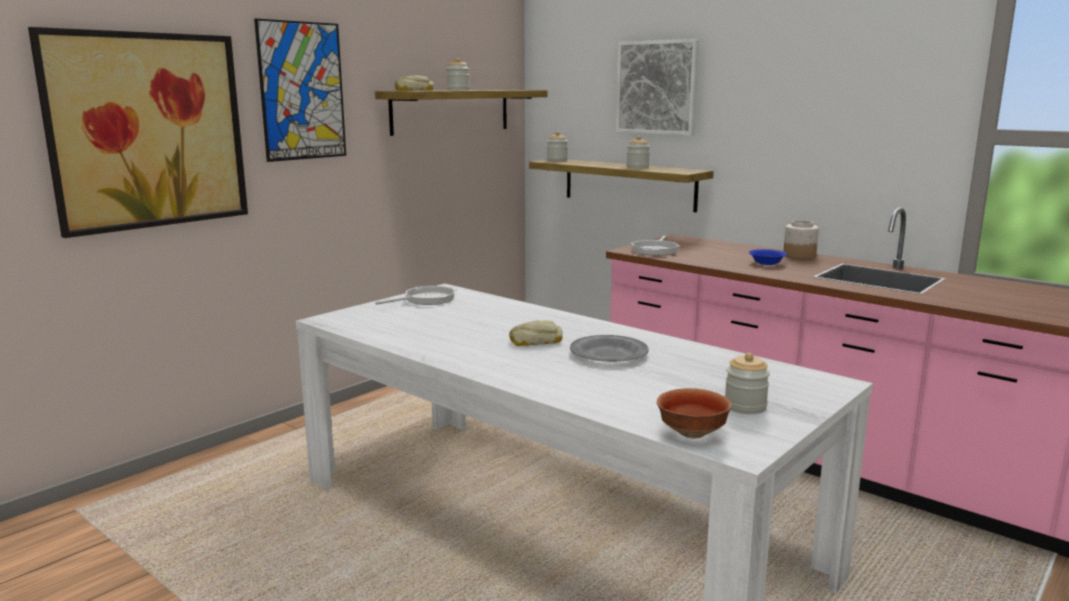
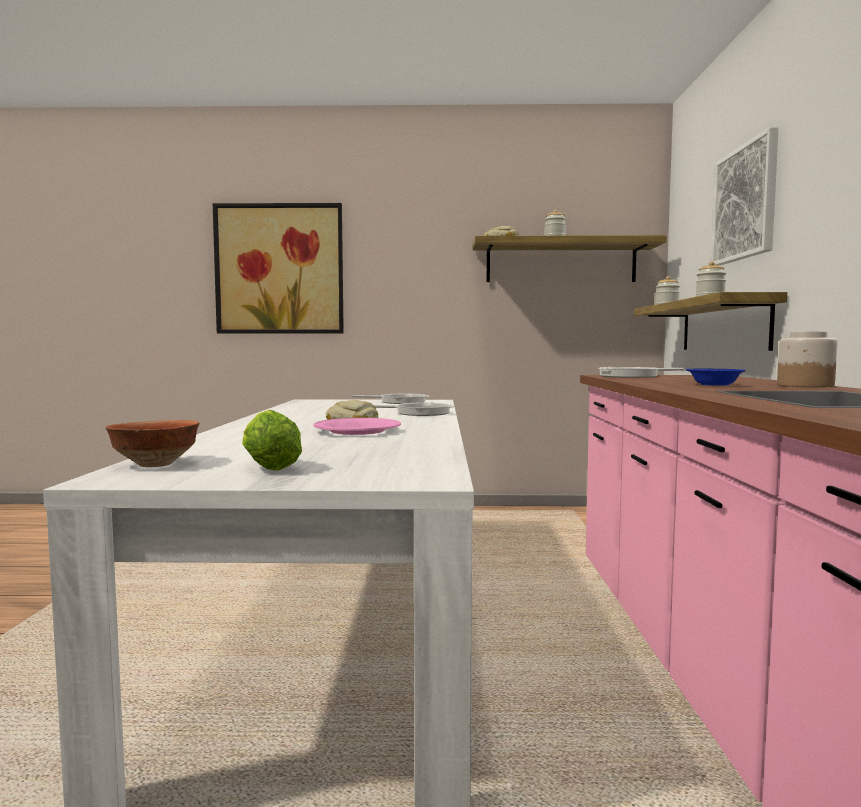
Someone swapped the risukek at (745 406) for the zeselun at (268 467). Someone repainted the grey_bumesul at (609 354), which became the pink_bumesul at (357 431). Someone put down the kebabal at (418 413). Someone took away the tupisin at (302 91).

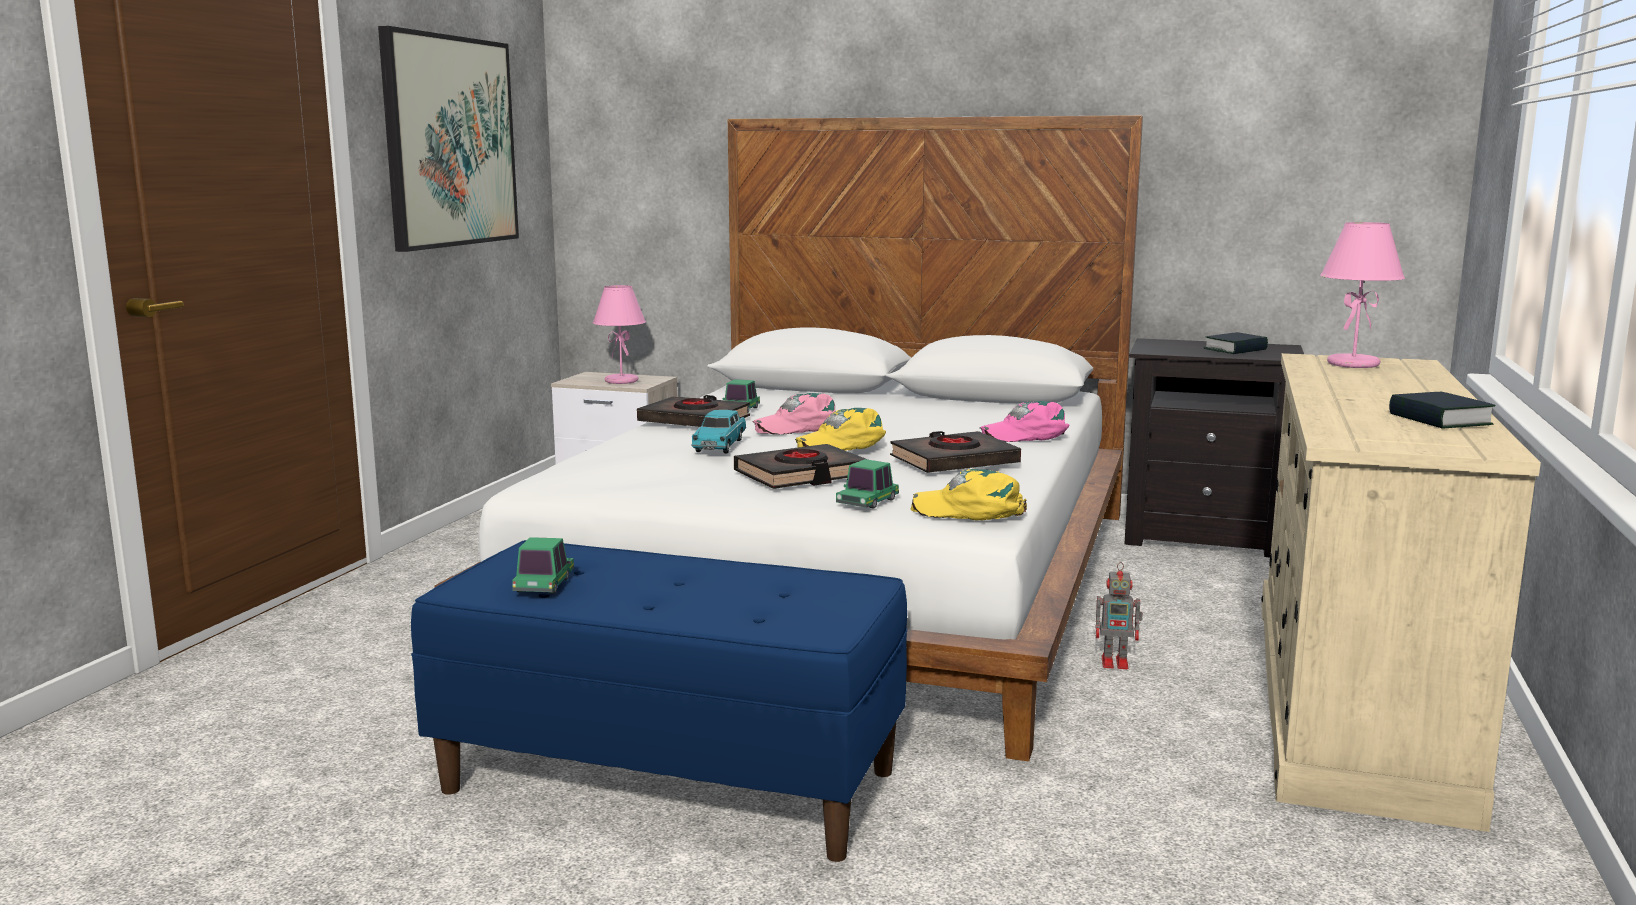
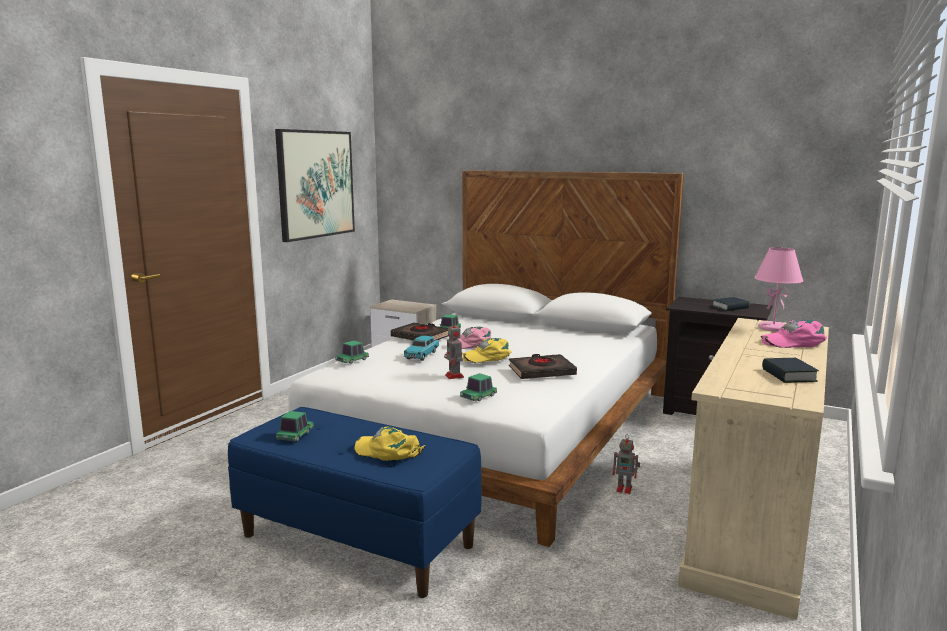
Someone put down the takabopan at (352 360). Someone carried the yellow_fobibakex from (970 510) to (388 451). Someone swapped the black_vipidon at (801 475) for the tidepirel at (454 376). Someone carried the pink_fobibakex from (1025 435) to (793 342). Someone took away the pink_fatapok at (621 381).

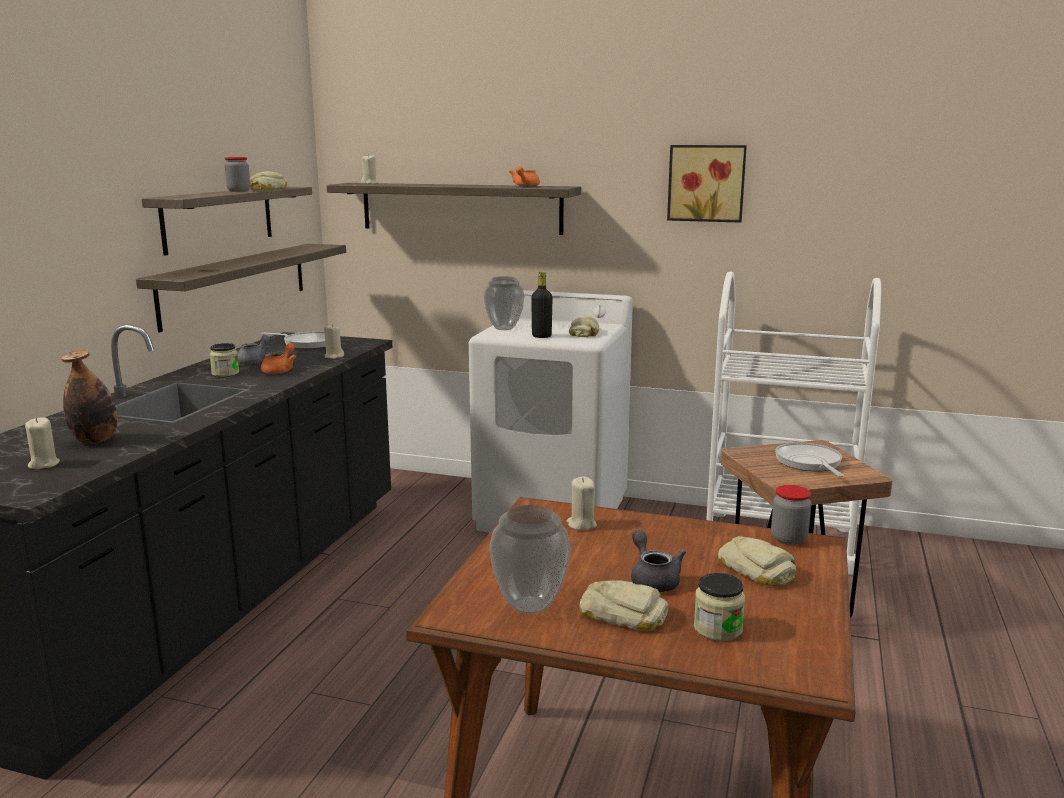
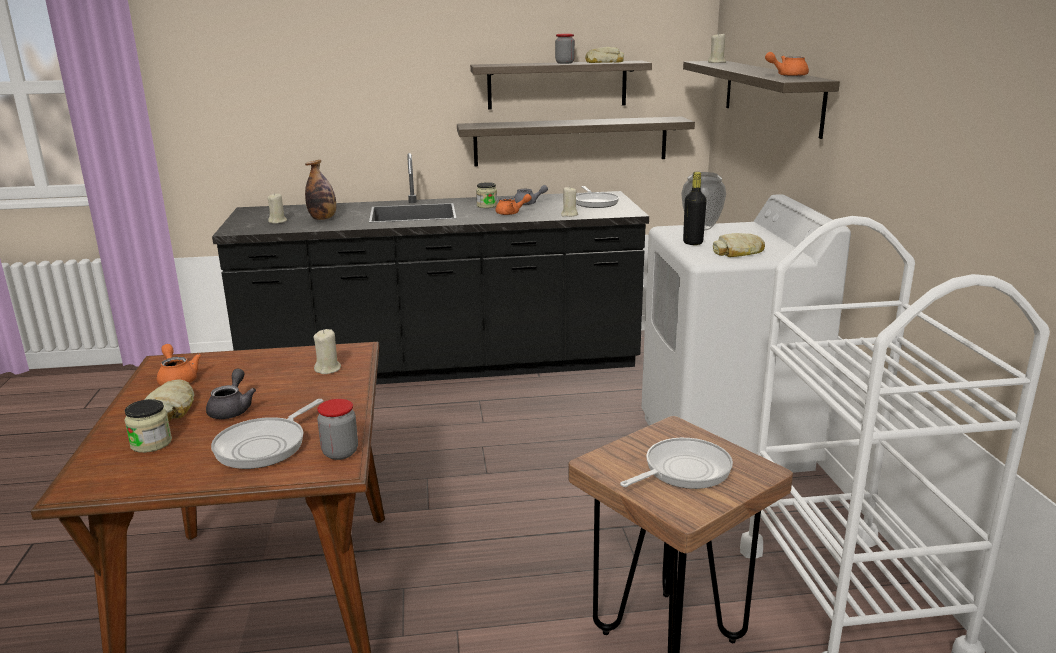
Someone swapped the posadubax at (529 607) for the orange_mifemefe at (177 379). Someone rotated the grey_mifemefe at (653 579) by 45 degrees counterclockwise. Someone swapped the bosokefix at (757 569) for the kebabal at (265 446). Someone took away the tupisin at (706 183).

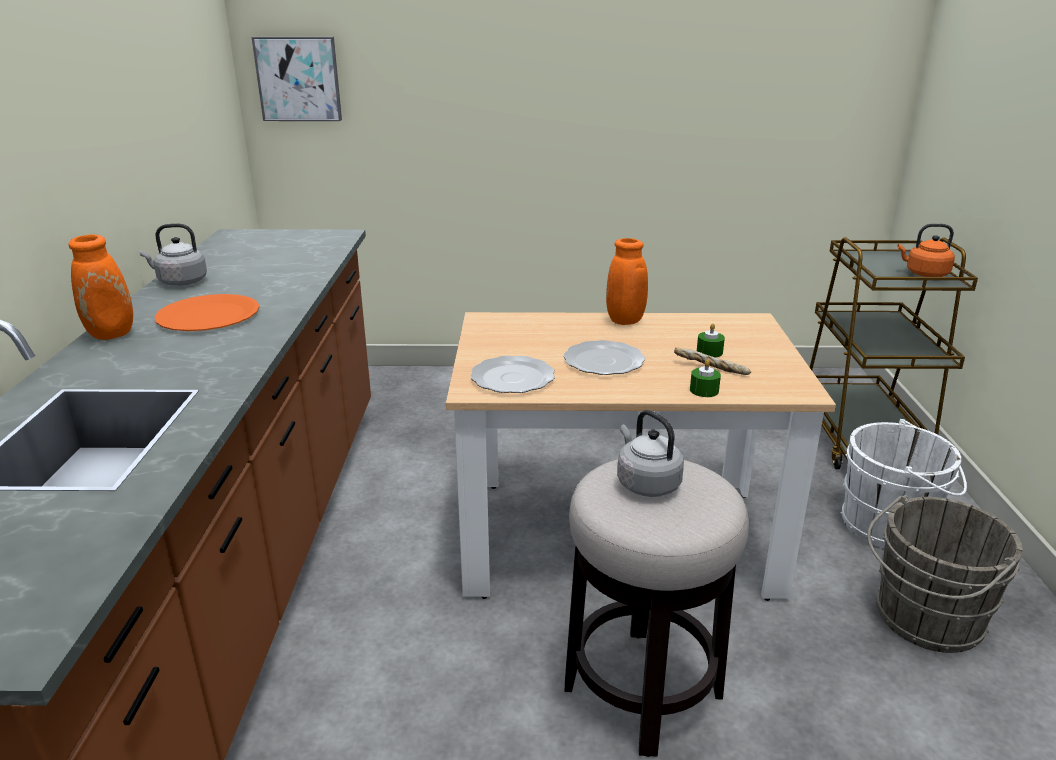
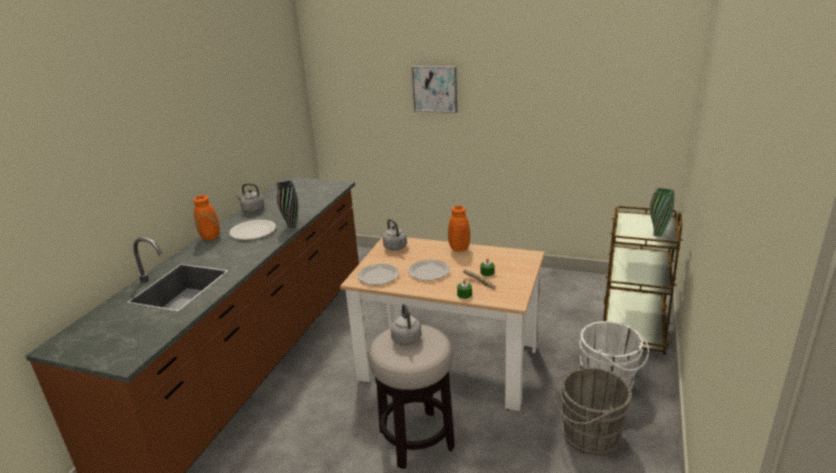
Someone repainted the orange_bumesul at (208 316), which became the white_bumesul at (253 231). Someone put down the black_posadubax at (291 225). Someone put down the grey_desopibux at (396 247). Someone carried the tupisin from (299 79) to (435 88). Someone swapped the orange_desopibux at (924 274) for the green_posadubax at (657 234).

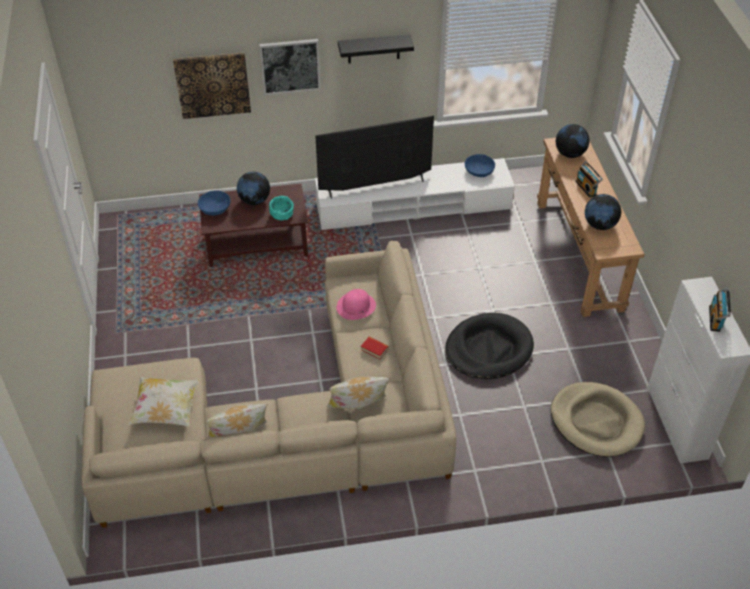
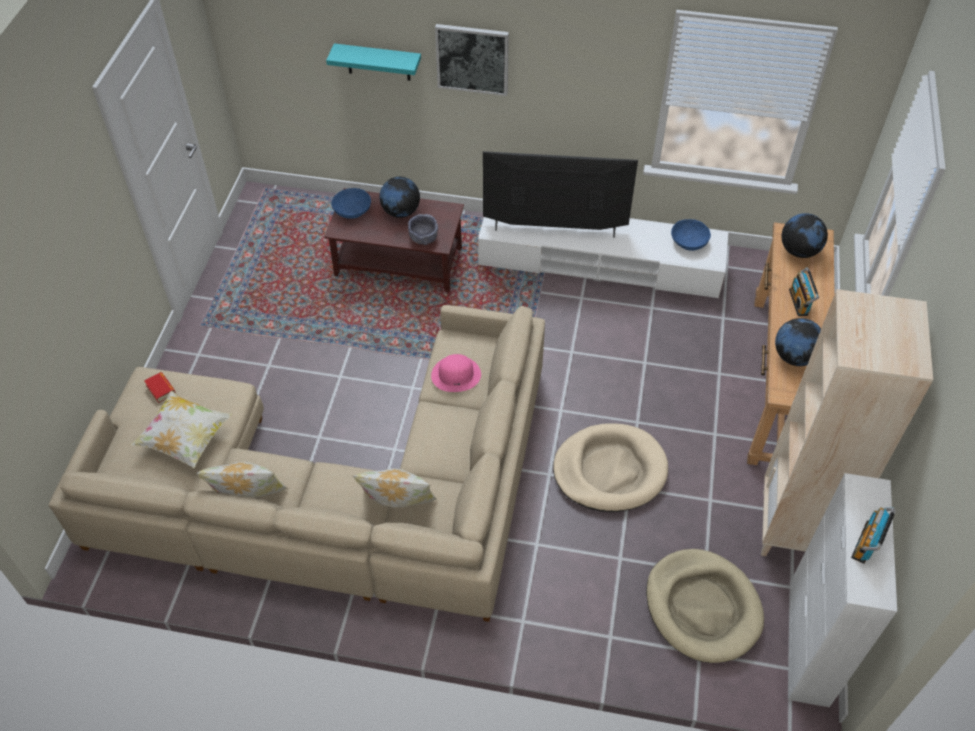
Someone carried the vipidon from (374 349) to (161 389). Someone swapped the tupisin at (213 85) for the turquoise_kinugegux at (378 62). Someone repainted the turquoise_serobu at (282 214), which became the grey_serobu at (423 237). Someone repainted the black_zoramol at (488 349), which became the beige_zoramol at (609 470). Someone put down the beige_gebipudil at (794 528). Someone took away the black_kinugegux at (373 49).

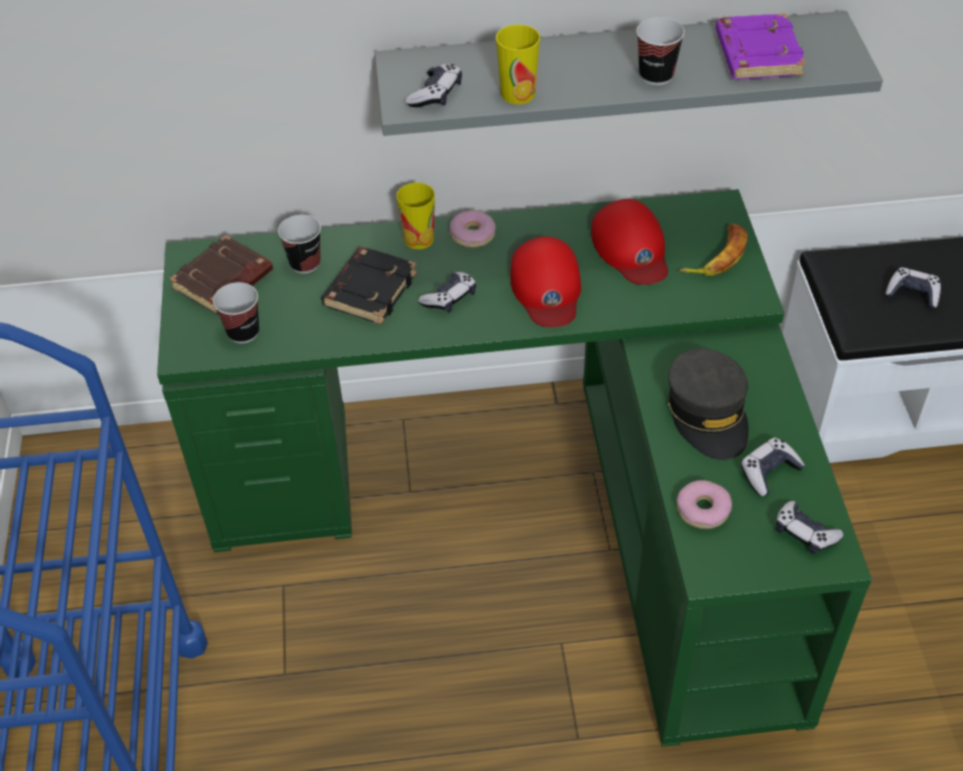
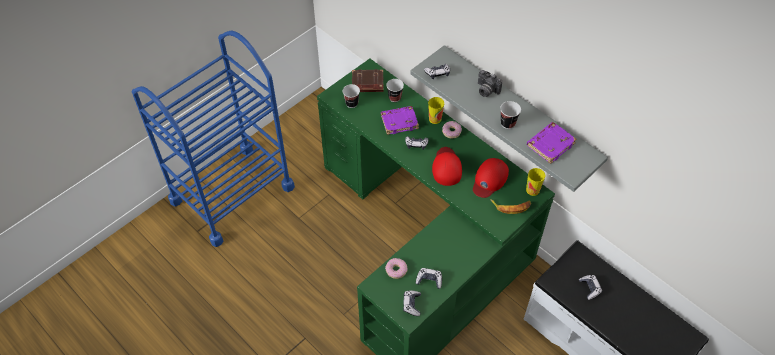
Someone repainted the black_vipidon at (369 289), which became the purple_vipidon at (399 121). Someone rotated the red_fobibakex at (546 288) by 135 degrees clockwise. Someone put down the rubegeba at (486 90). Someone carried the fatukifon from (518 93) to (532 190). Someone took away the grey_fobibakex at (708 414).

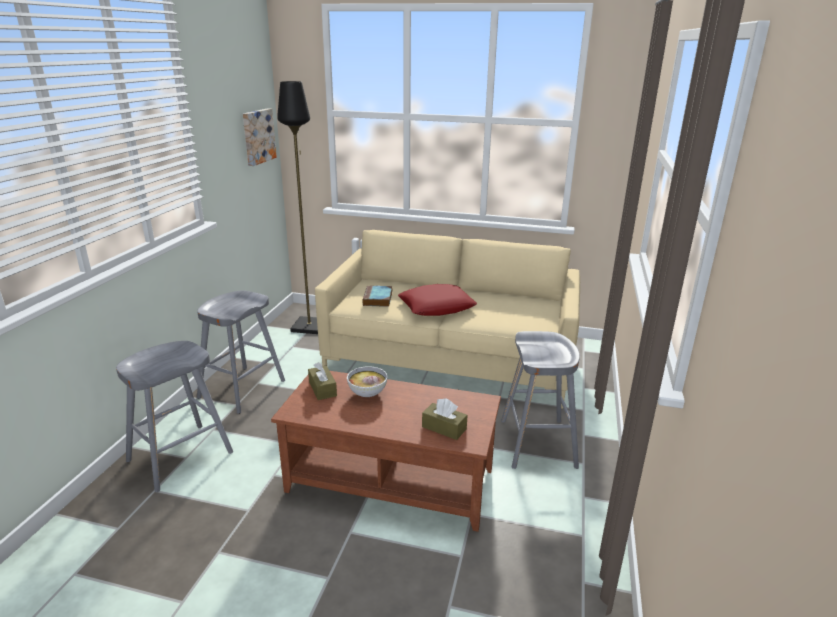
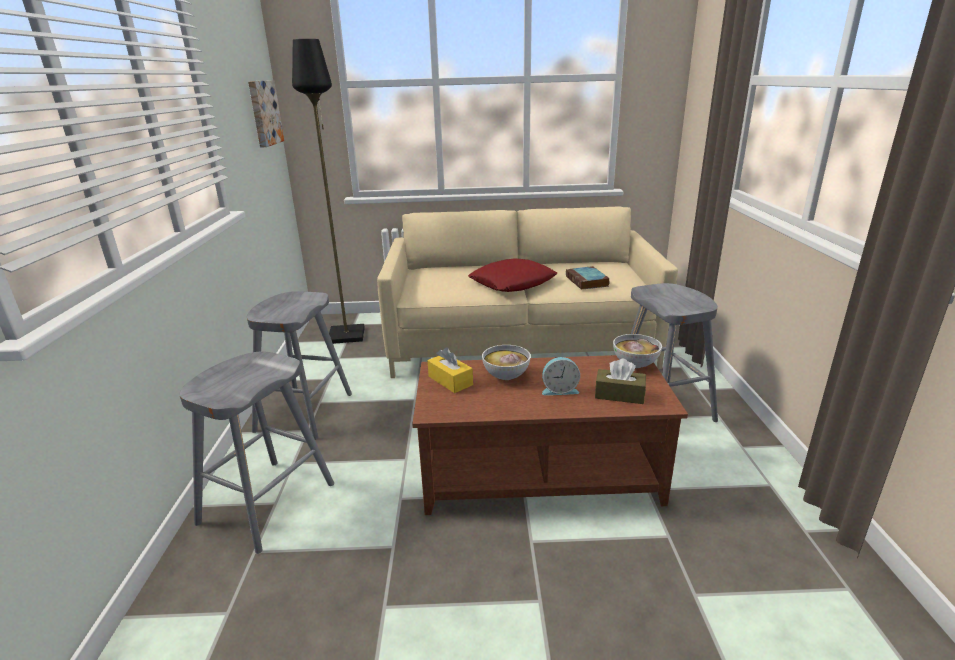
Someone repainted the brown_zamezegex at (322 389), which became the yellow_zamezegex at (450 381). Someone put down the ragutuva at (559 390). Someone carried the vipidon from (378 299) to (587 281). Someone put down the serobu at (635 364).

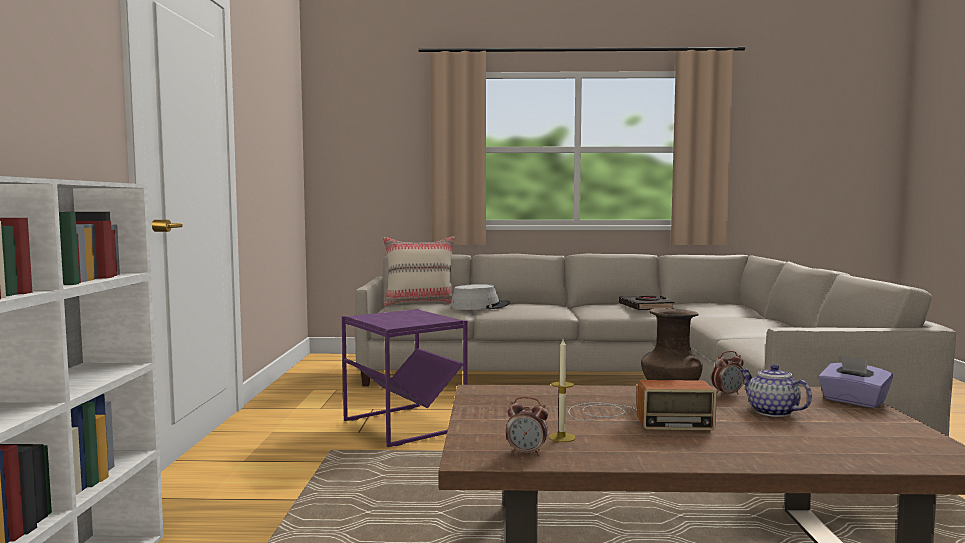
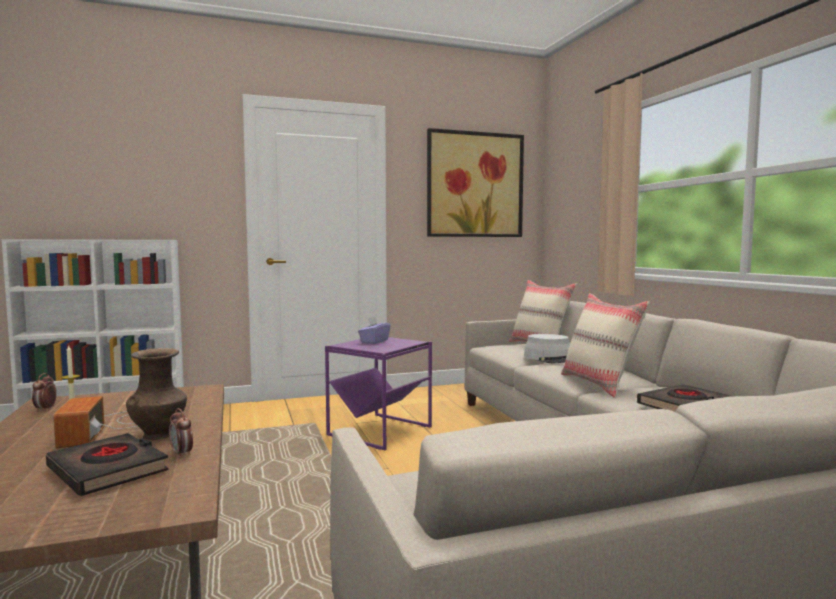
Someone swapped the mifemefe at (771 411) for the black_vipidon at (108 470). Someone carried the purple_zamezegex from (853 401) to (374 341). Someone put up the tupisin at (475 185). Someone put down the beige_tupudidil at (599 384).

